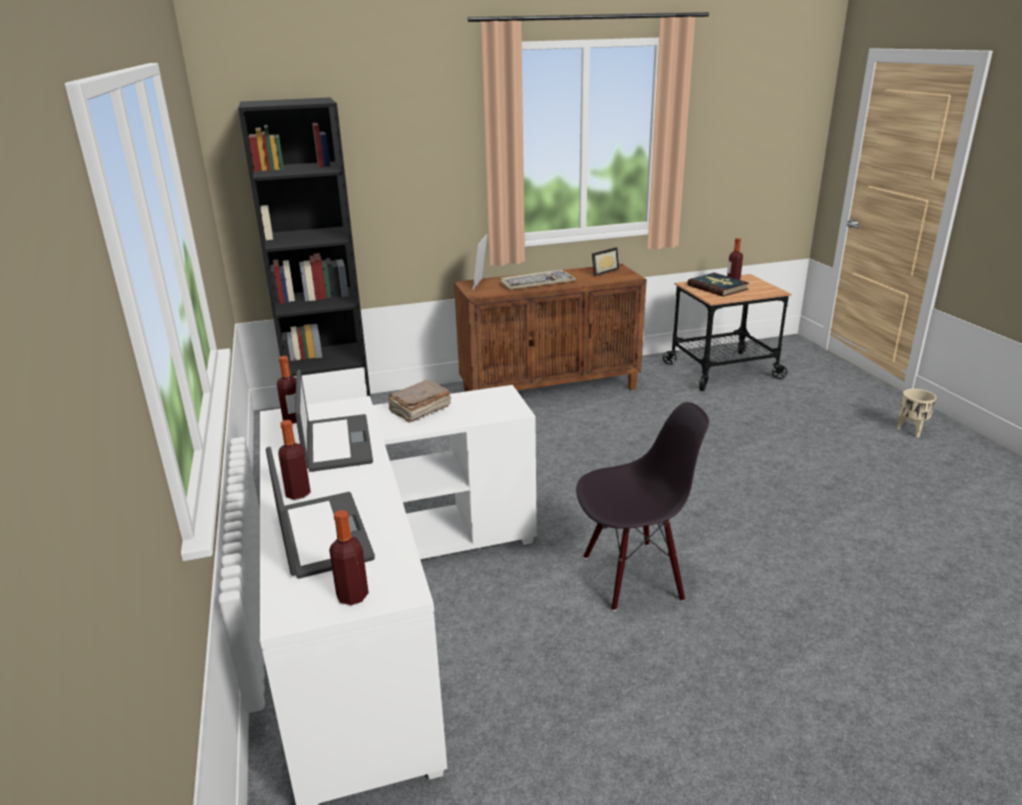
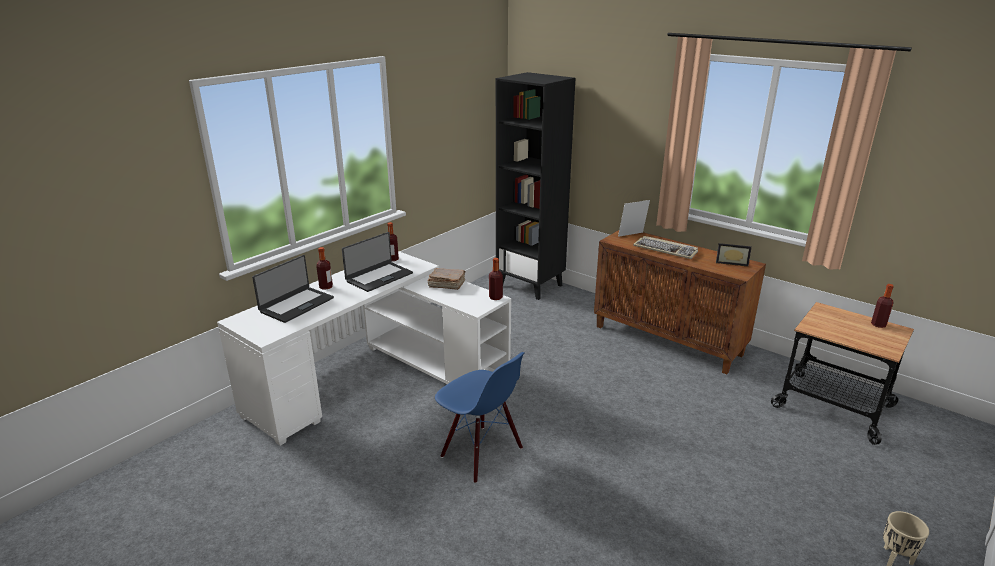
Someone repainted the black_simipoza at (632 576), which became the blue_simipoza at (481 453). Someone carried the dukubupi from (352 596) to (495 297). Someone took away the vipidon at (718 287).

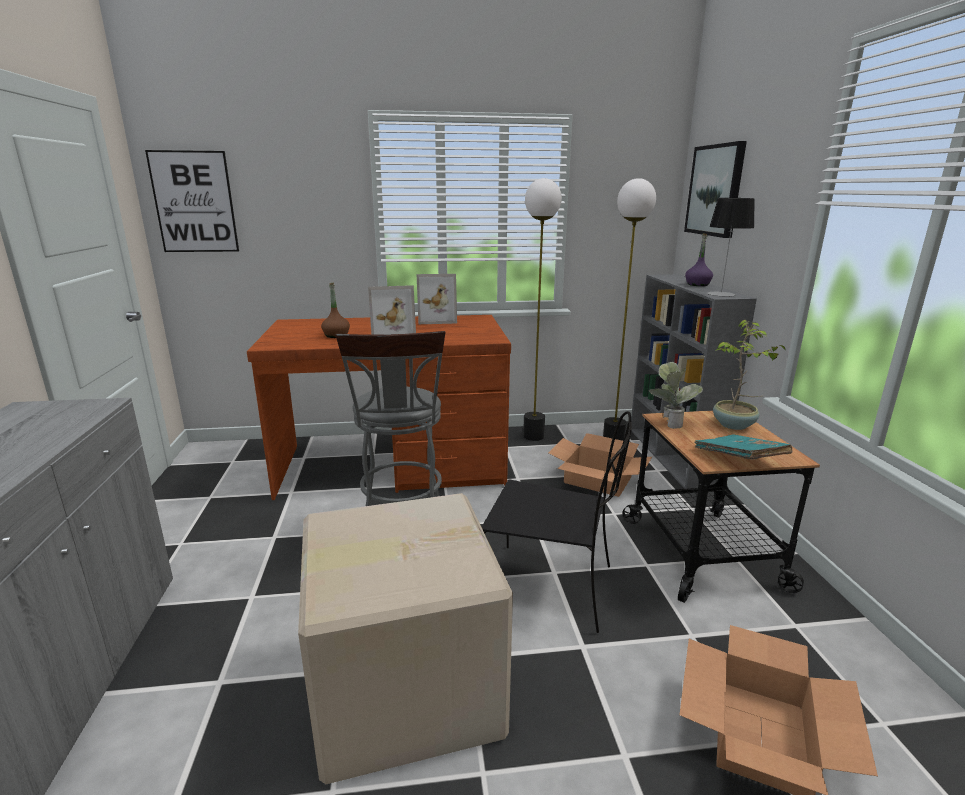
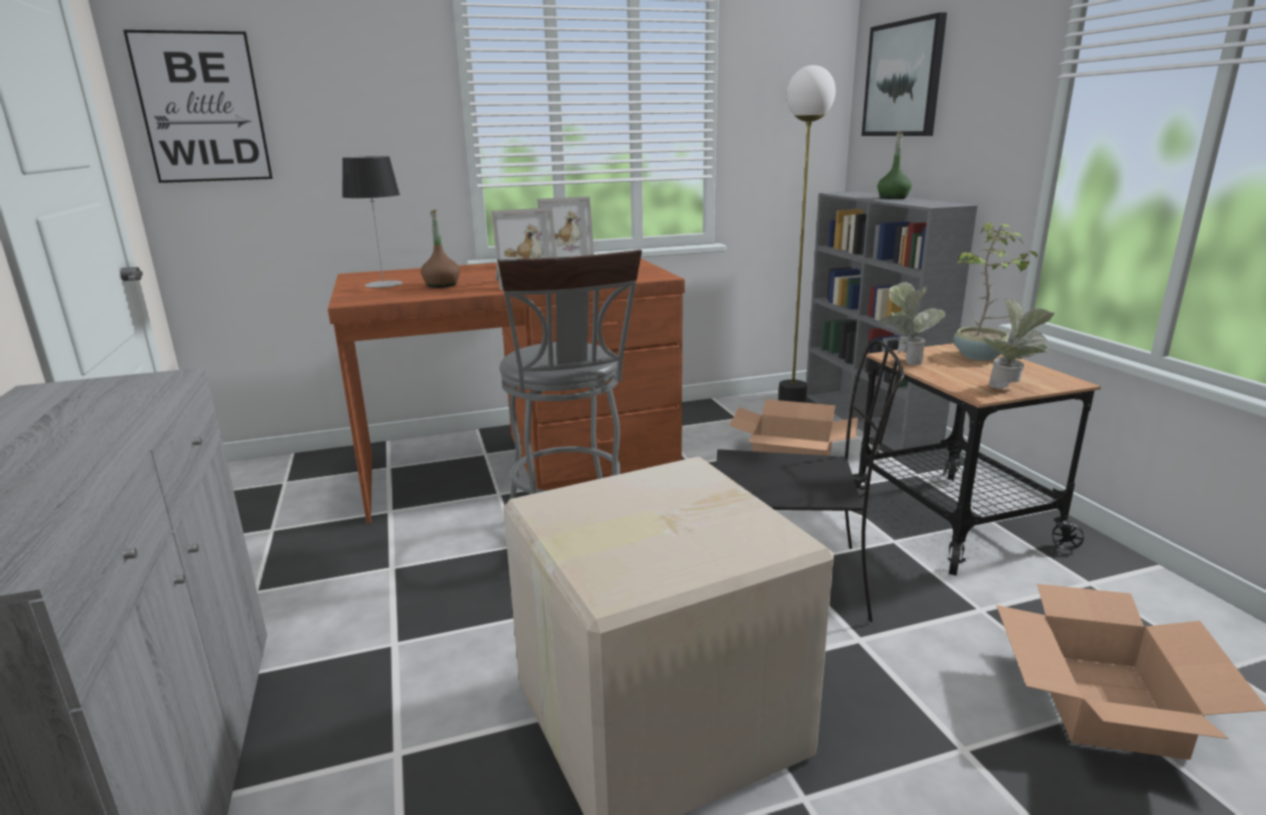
Someone carried the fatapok from (721 294) to (383 284). Someone repainted the purple_dukubupi at (697 284), which became the green_dukubupi at (893 198). Someone swapped the turquoise_vipidon at (739 459) for the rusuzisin at (1010 388). Someone took away the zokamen at (534 436).

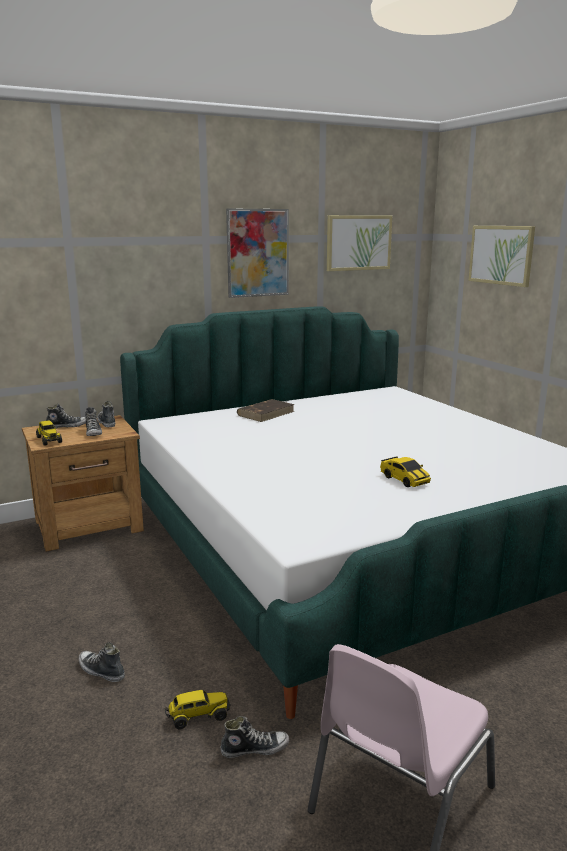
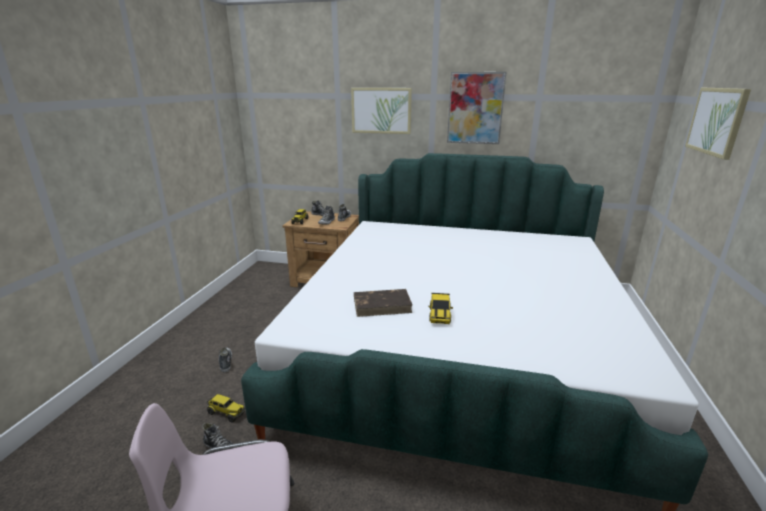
Someone carried the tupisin from (358 243) to (381 110). Someone carried the brown_vipidon from (266 413) to (382 305).

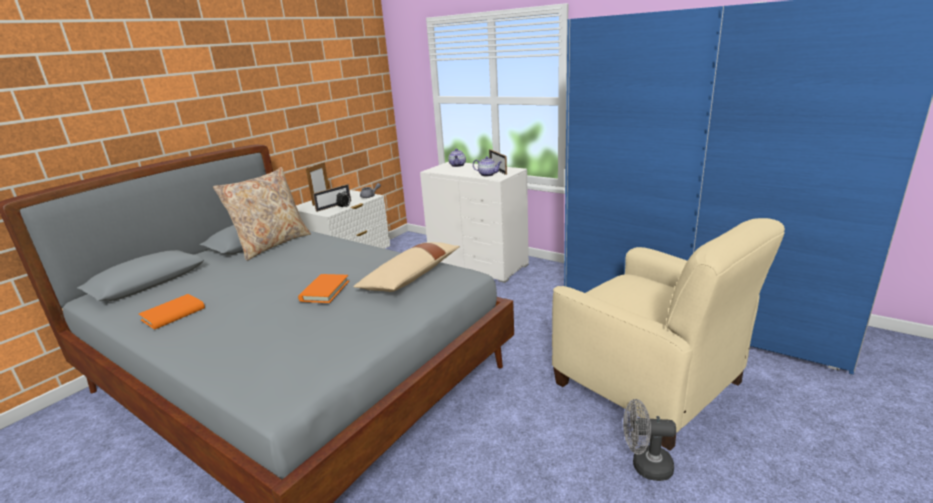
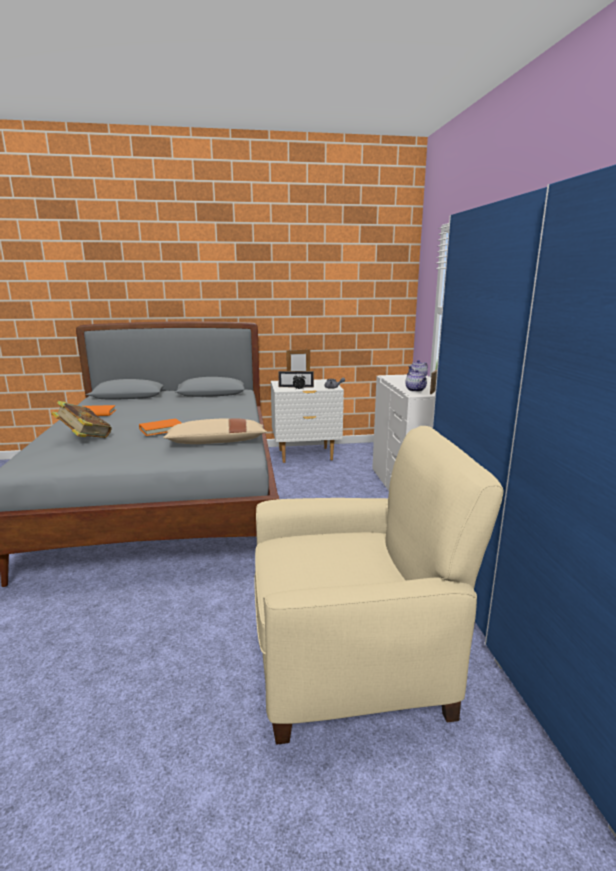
Someone put down the vipidon at (84 438). Someone rotated the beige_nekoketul at (649 384) by 105 degrees counterclockwise. Someone took away the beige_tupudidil at (272 244). Someone took away the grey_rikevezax at (645 466).

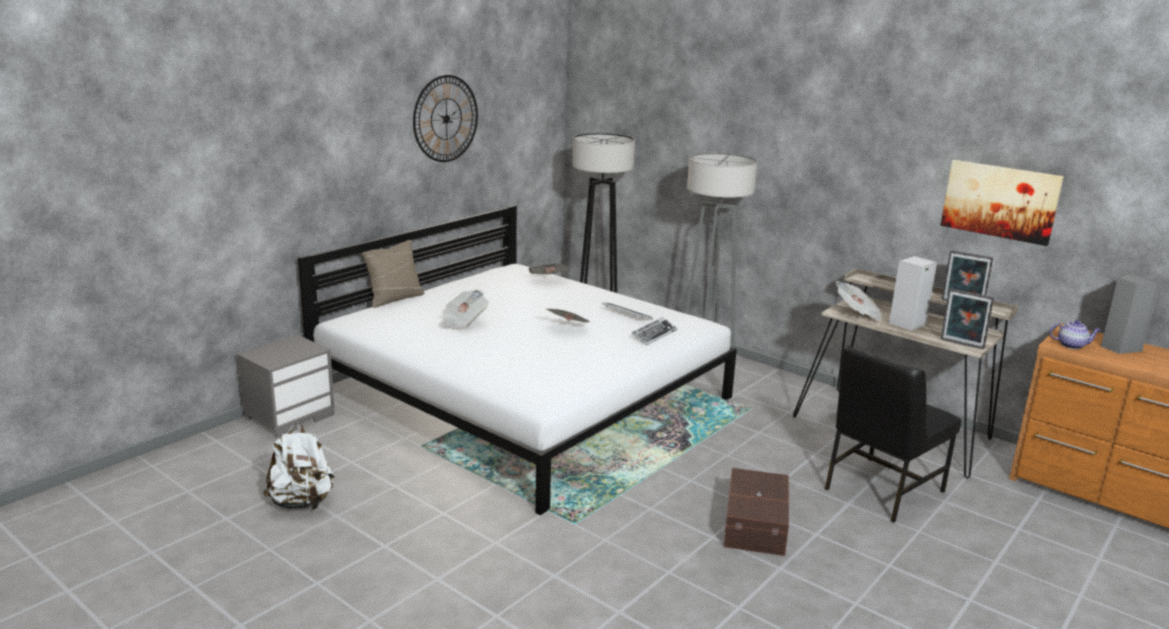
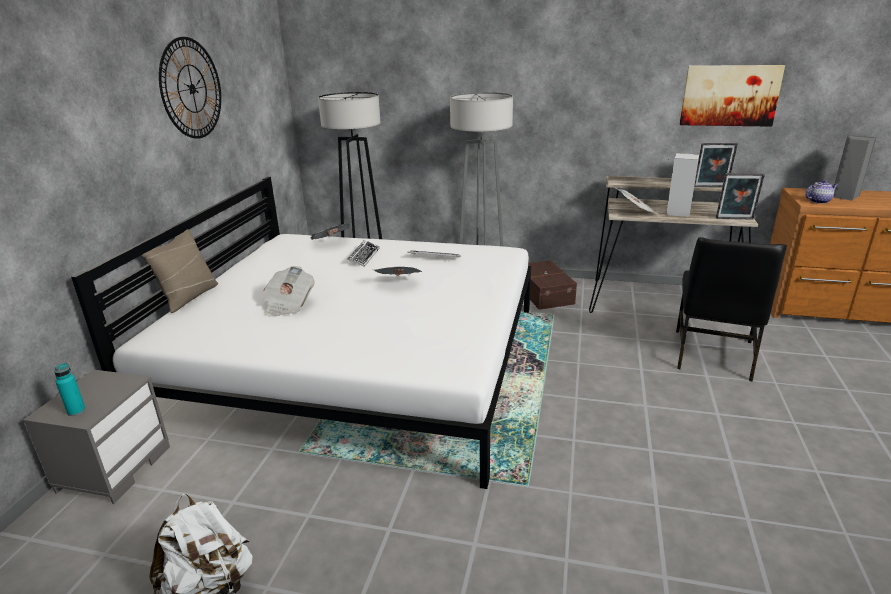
Someone put down the turquoise_dukubupi at (76 411). Someone carried the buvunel from (654 334) to (364 256). Someone carried the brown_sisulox from (757 524) to (545 293).

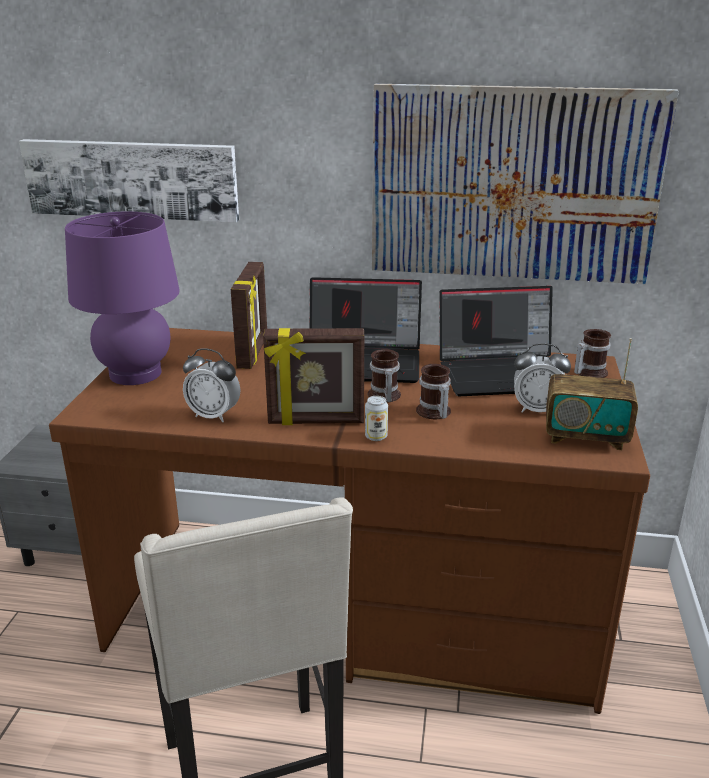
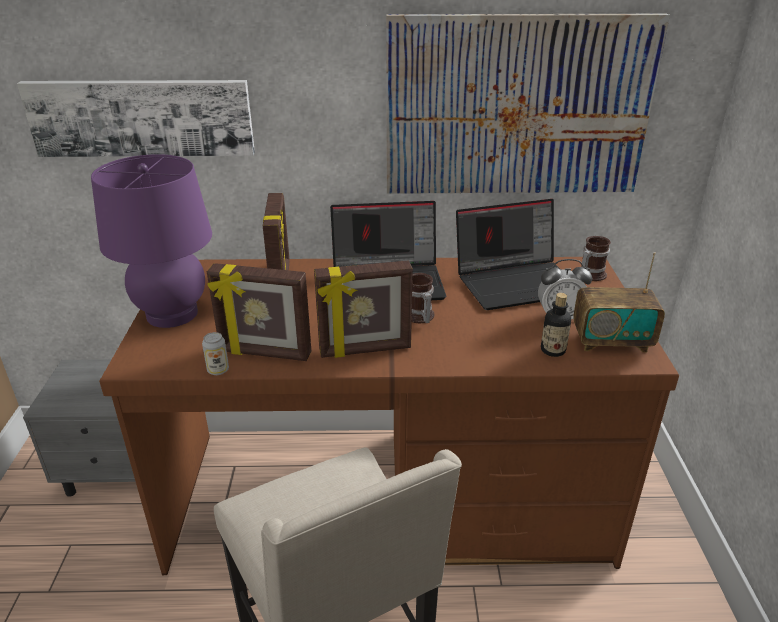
Someone carried the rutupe from (376 436) to (218 370). Someone swapped the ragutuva at (214 415) for the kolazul at (265 353). Someone put down the dukubupi at (553 350). Someone took away the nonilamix at (433 413).

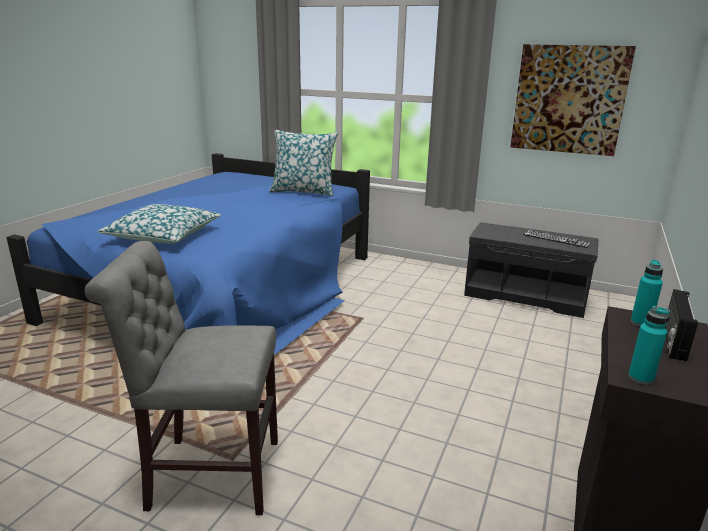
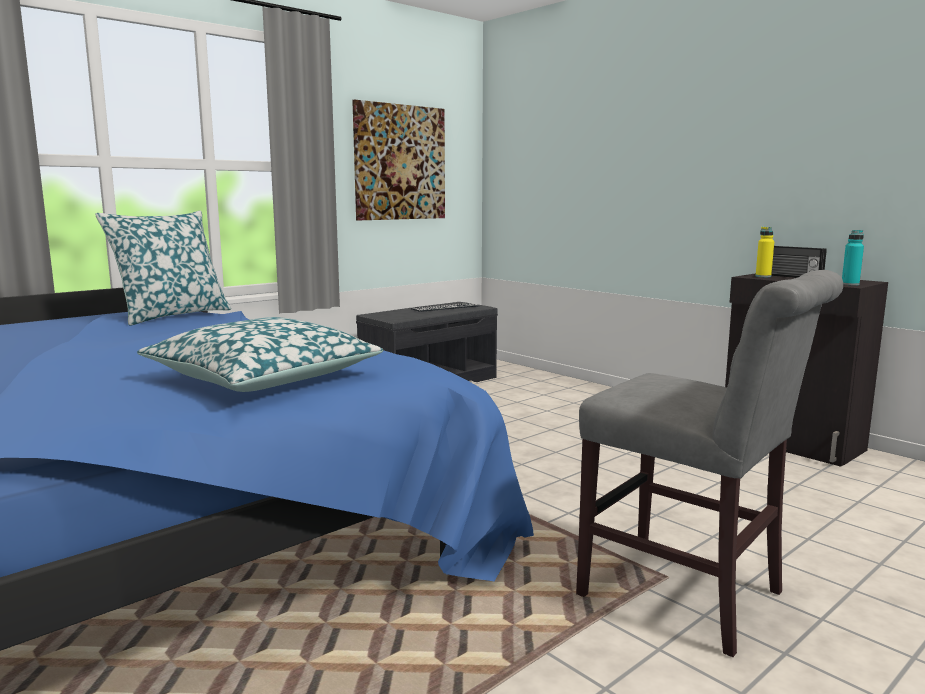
Someone rotated the grey_simipoza at (207 474) by 75 degrees counterclockwise. Someone repainted the turquoise_dukubupi at (641 322), which became the yellow_dukubupi at (763 276).

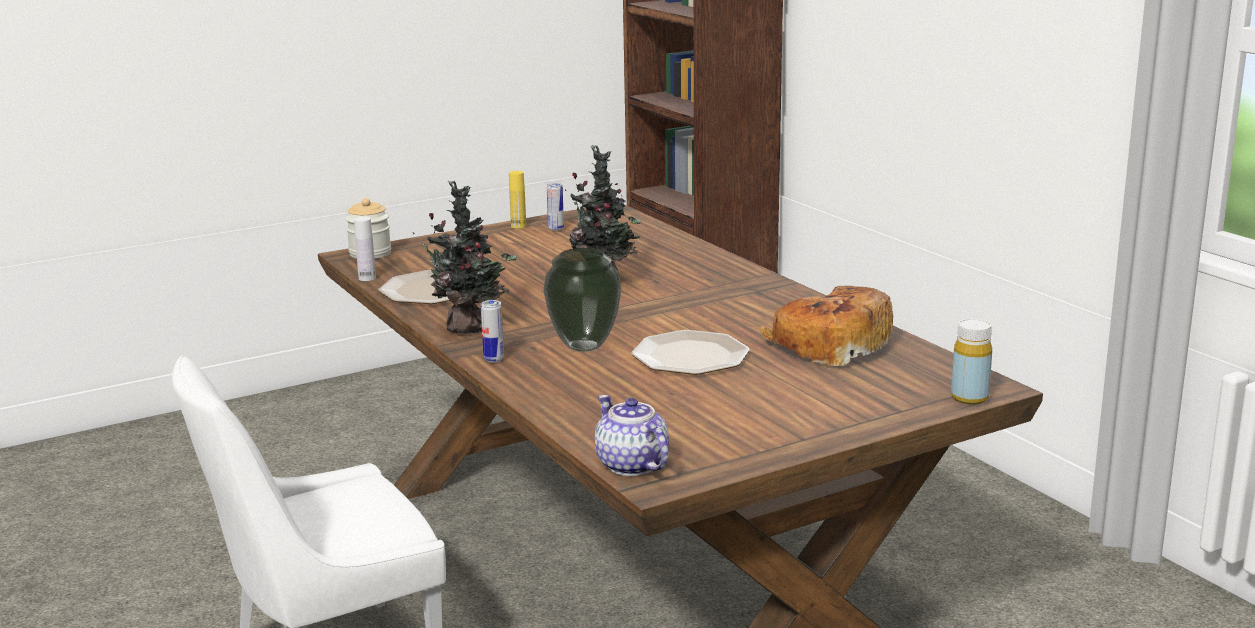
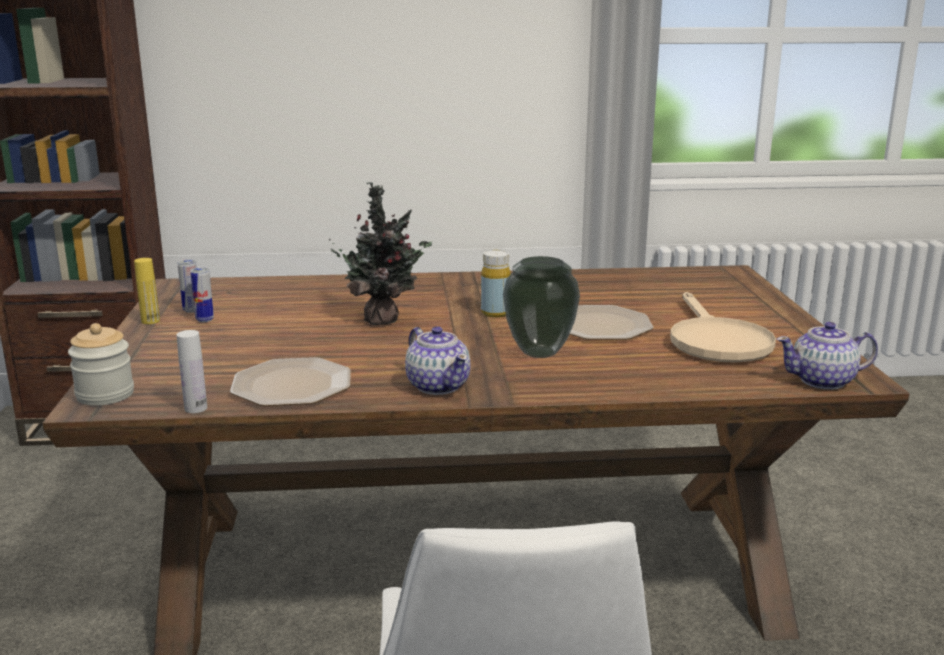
Someone carried the rutupe from (493 359) to (204 320). Someone swapped the rusuzisin at (470 329) for the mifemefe at (438 386). Someone carried the yellow_dukubupi from (969 398) to (495 313). Someone put down the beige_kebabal at (715 341). Someone took away the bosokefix at (829 345).

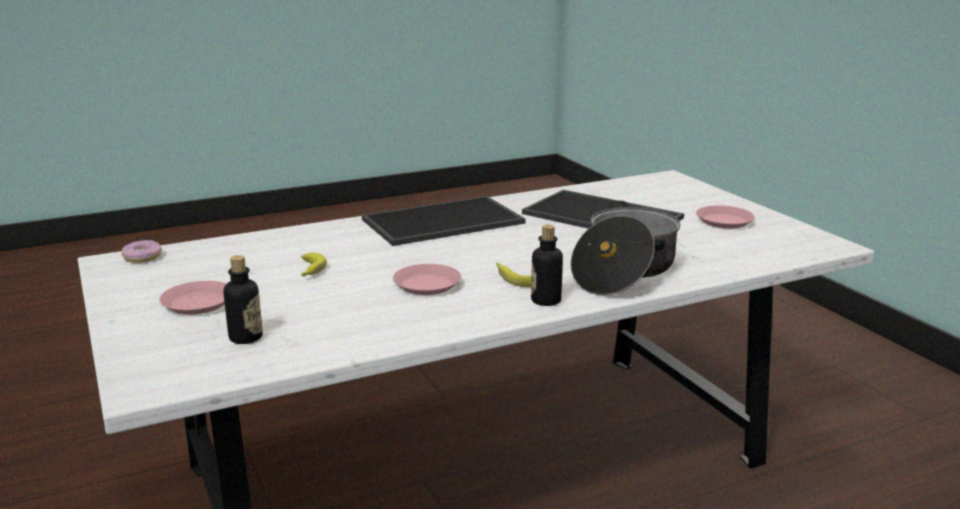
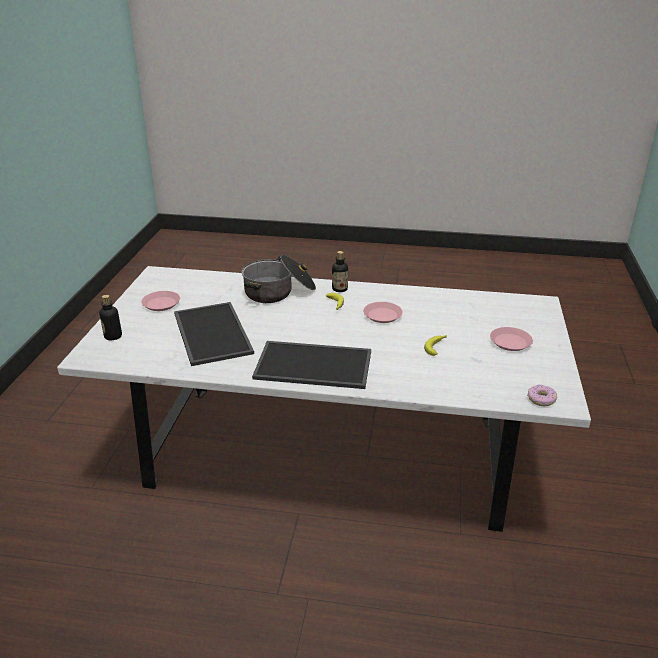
Someone carried the dukubupi from (246 337) to (113 336).

